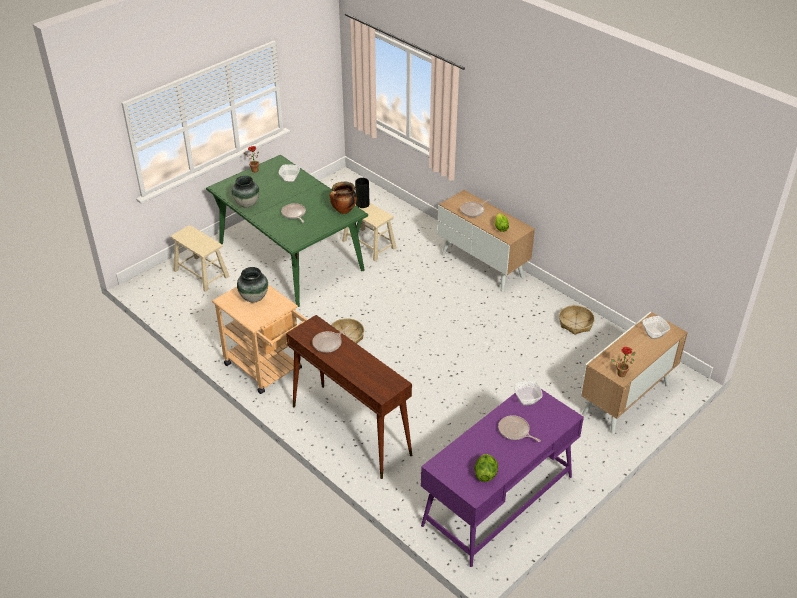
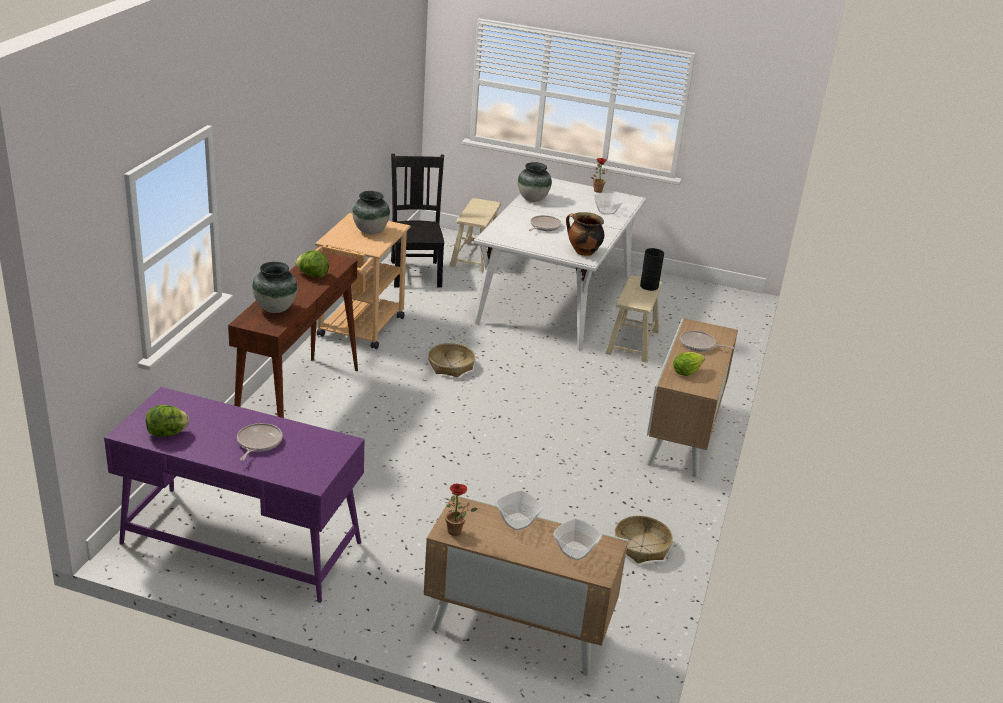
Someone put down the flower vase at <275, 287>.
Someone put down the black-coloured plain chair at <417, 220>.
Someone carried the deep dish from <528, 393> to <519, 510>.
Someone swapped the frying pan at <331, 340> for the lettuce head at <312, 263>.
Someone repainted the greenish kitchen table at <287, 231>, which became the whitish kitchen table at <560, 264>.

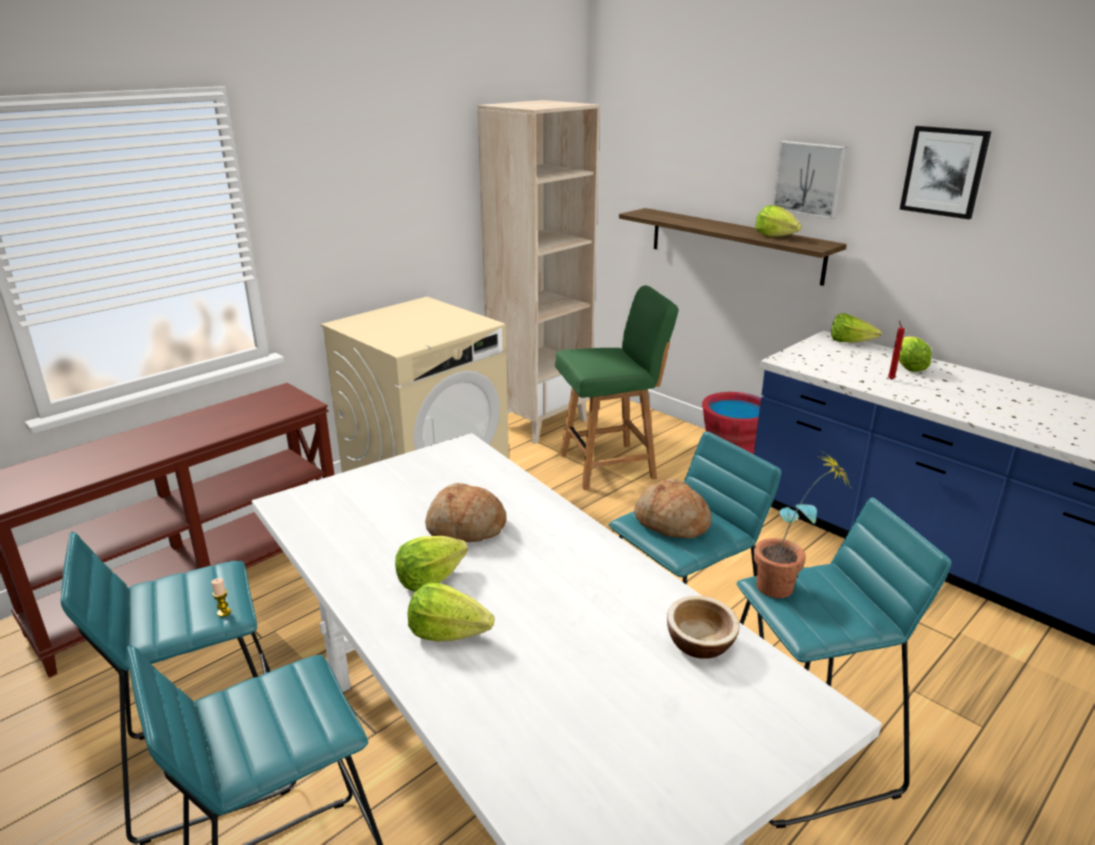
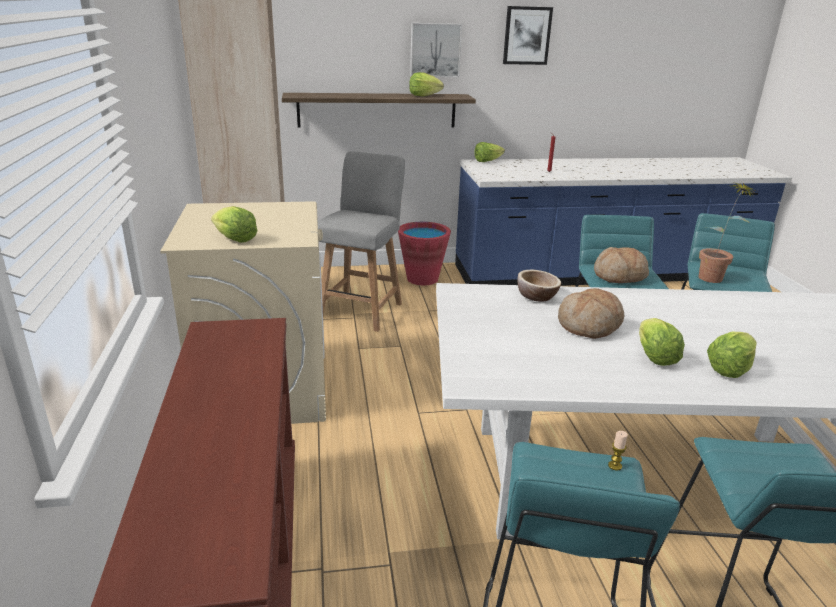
Someone carried the deep dish from <703, 627> to <539, 286>.
Someone carried the lettuce head from <915, 354> to <234, 224>.
Someone repainted the greenish plain chair at <617, 387>, which became the greyish plain chair at <361, 242>.

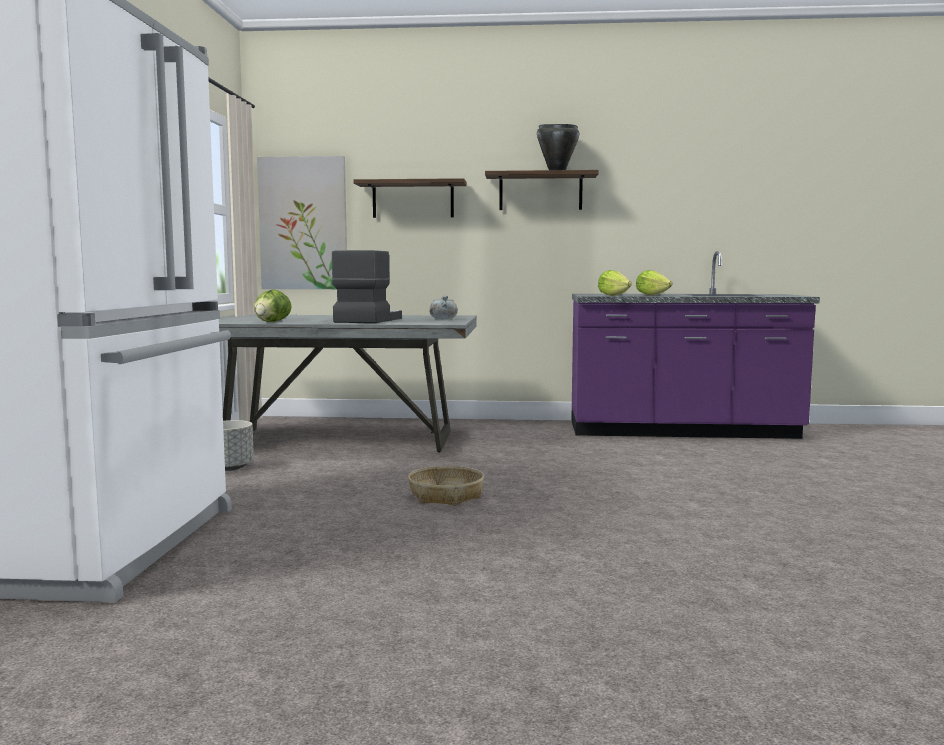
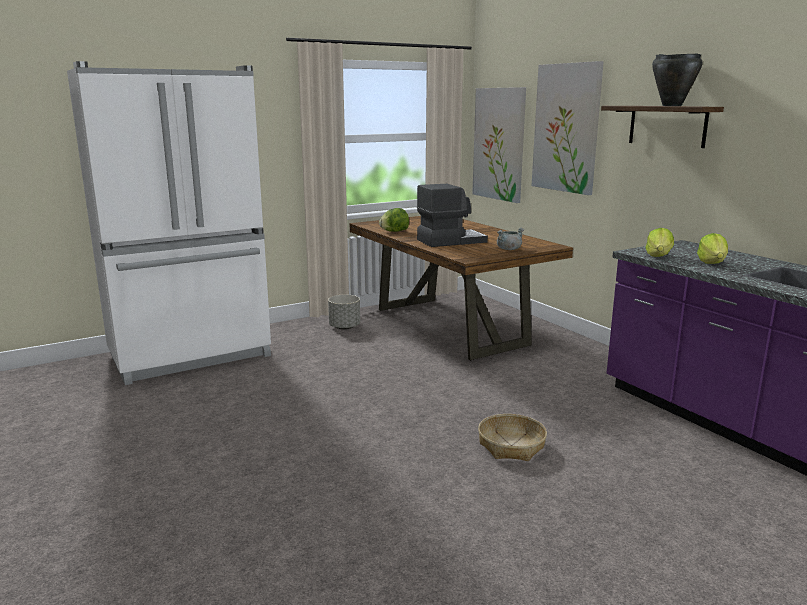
Someone carried the basket from <446, 486> to <512, 437>.
Someone swapped the bracket shelf at <410, 198> for the wall art at <568, 128>.
Someone repainted the greyish kitchen table at <348, 384>, which became the brownish kitchen table at <461, 288>.

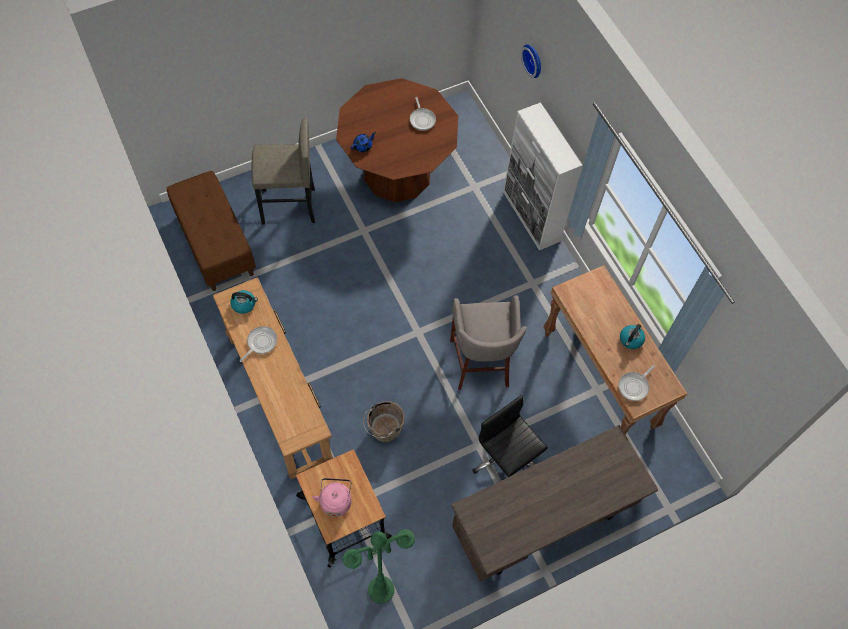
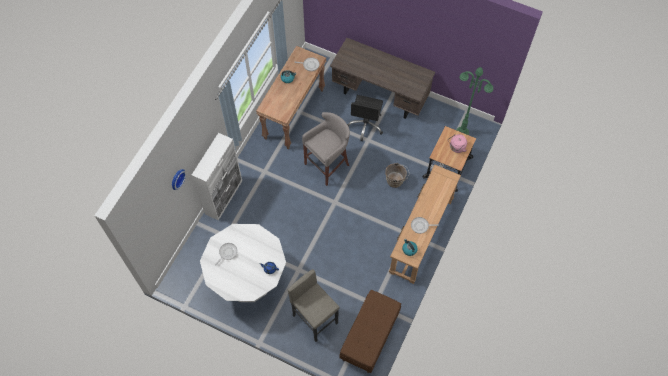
Someone repainted the brownish kitchen table at <397, 140>, which became the whitish kitchen table at <243, 263>.

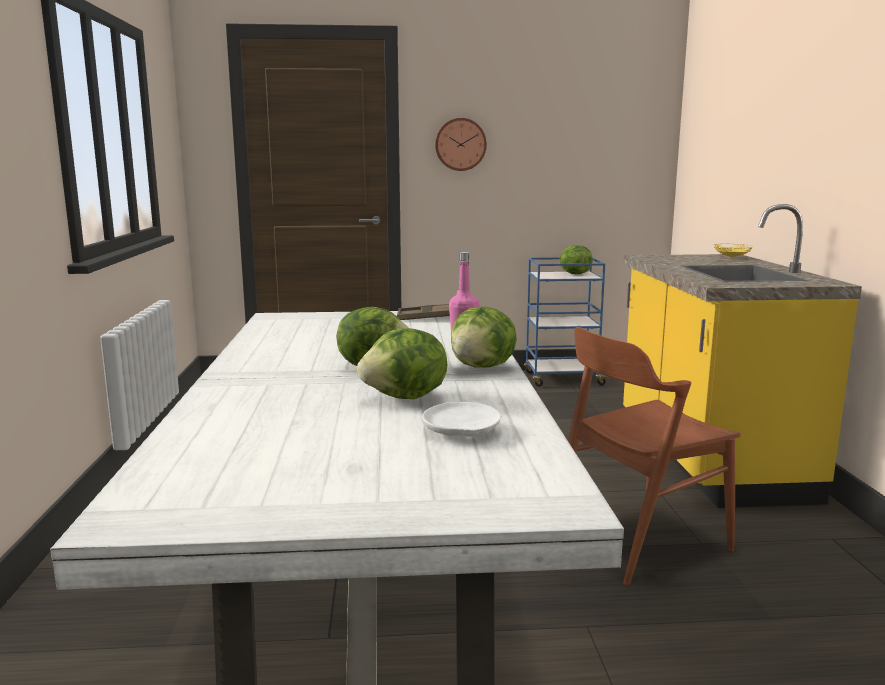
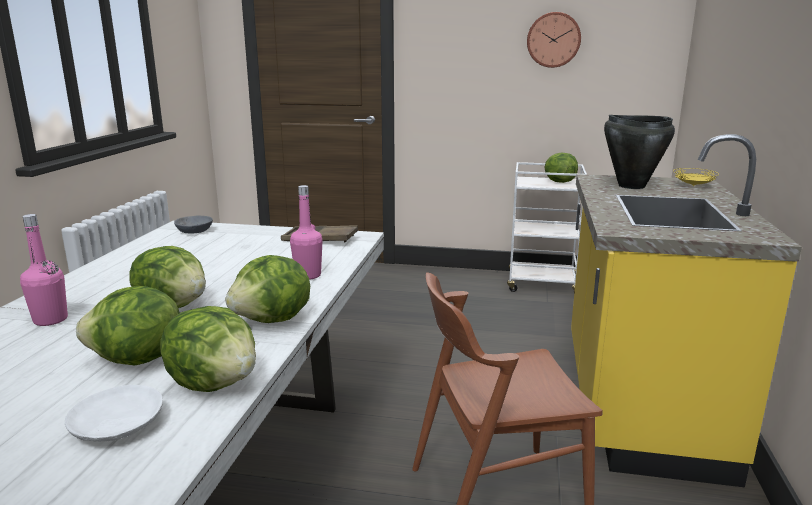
Someone put down the pink-coloured drink bottle at <44, 270>.
Someone put down the lettuce head at <208, 349>.
Someone put down the greyish deep dish at <193, 224>.
Someone put down the black-coloured cooking pot at <639, 152>.
Someone carried the hanging clock from <461, 144> to <554, 40>.
Someone repainted the blue-coloured trolley at <566, 322>, which became the whitish trolley at <547, 227>.

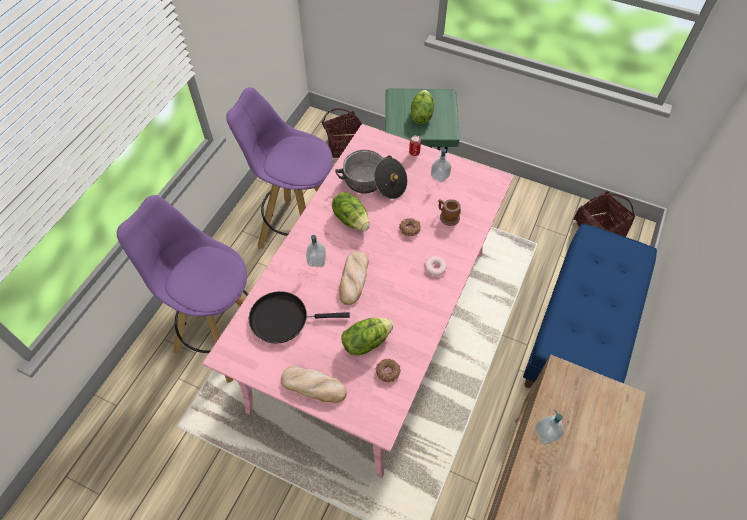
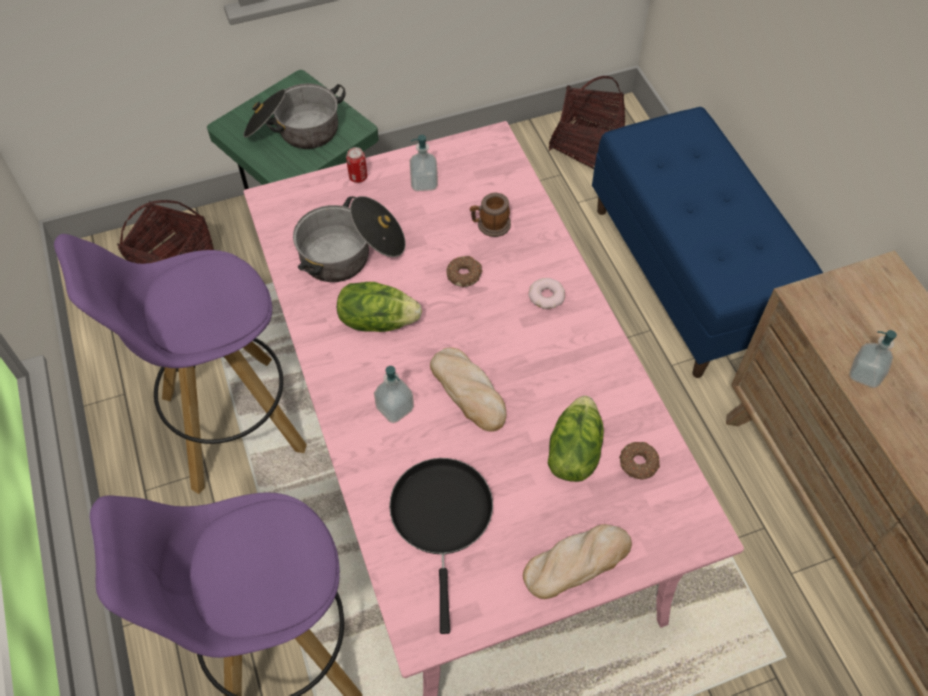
Someone swapped the lettuce head at <422, 107> for the cooking pot at <294, 116>.
Someone rotated the black-coloured frying pan at <299, 317> by 135 degrees clockwise.

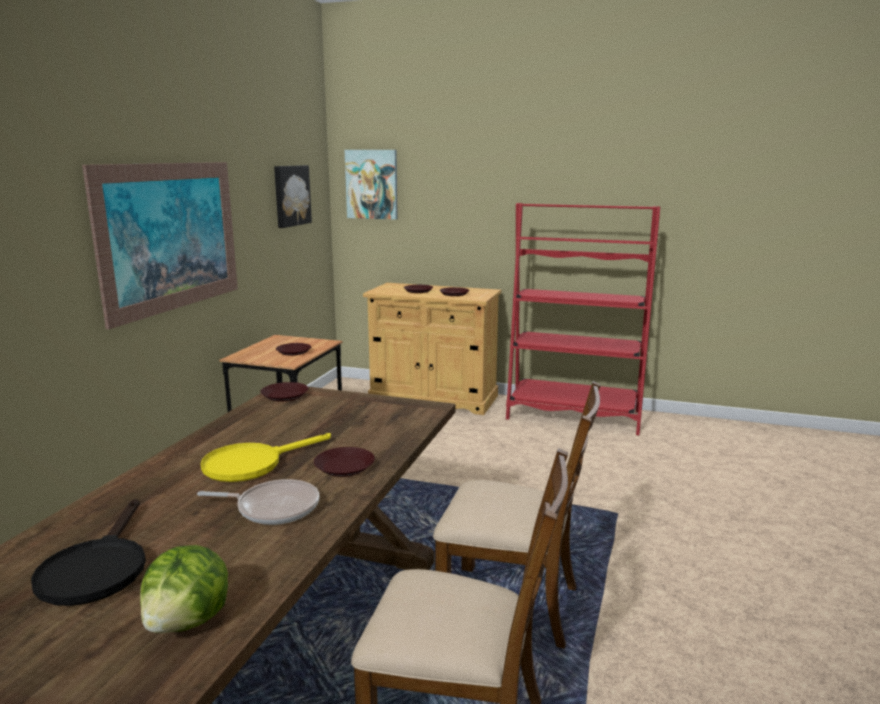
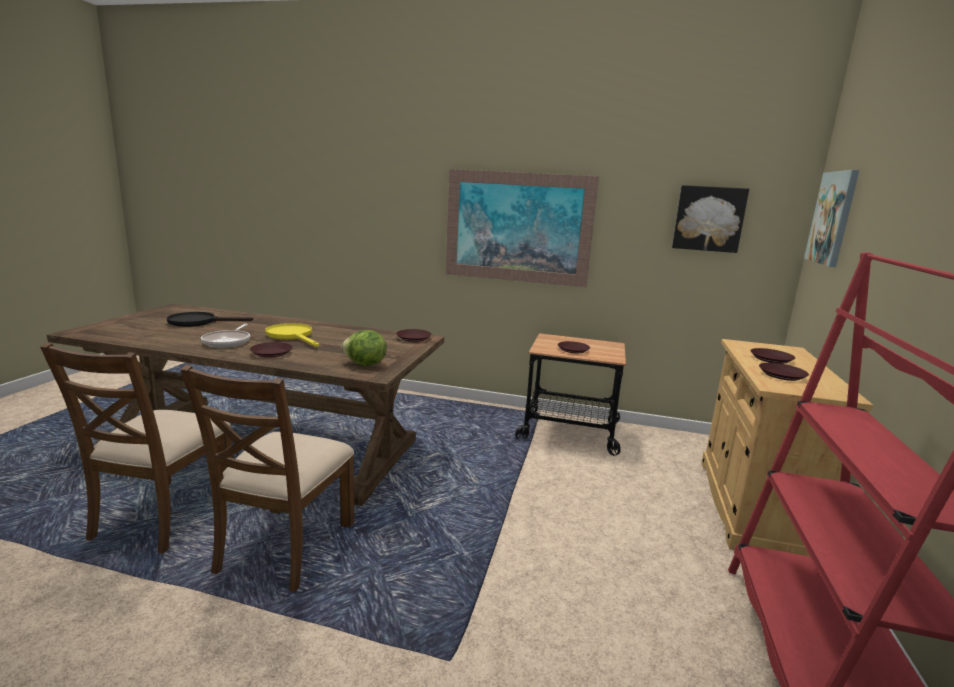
Someone carried the lettuce head from <184, 589> to <364, 348>.

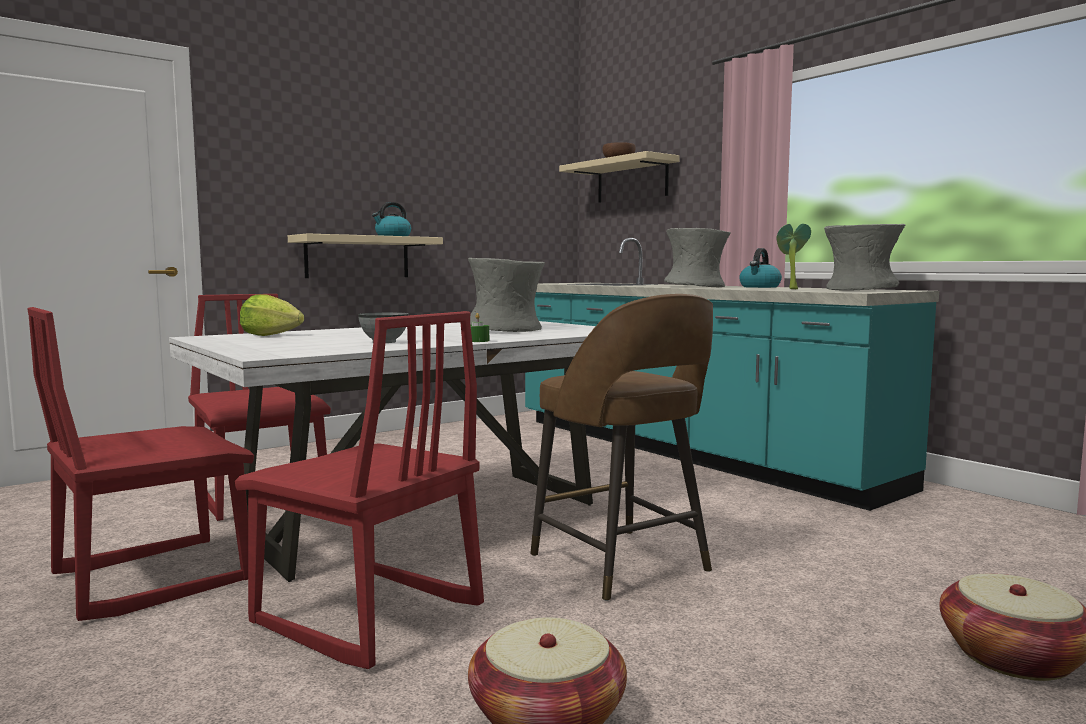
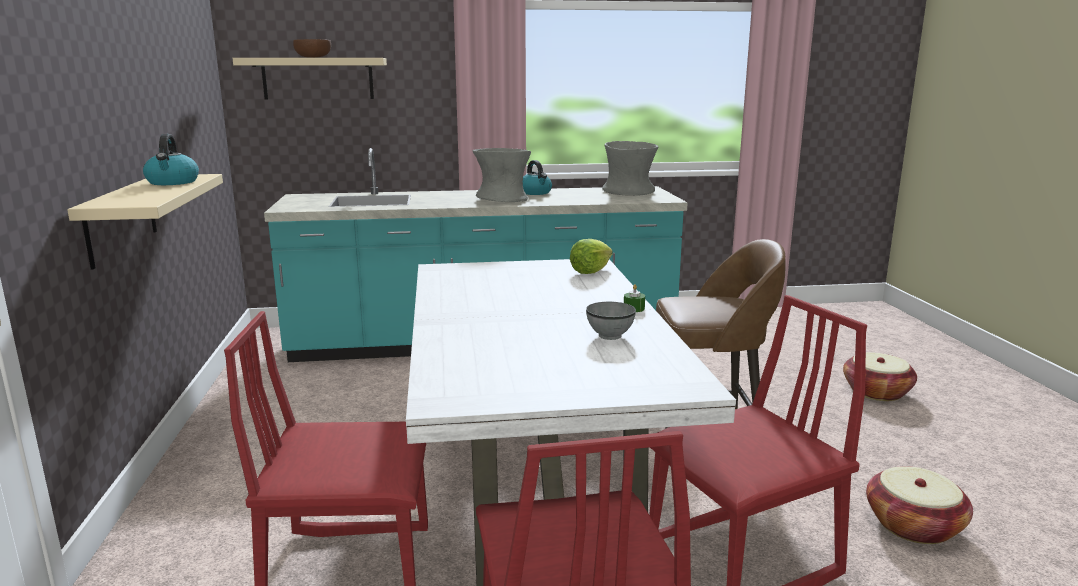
Someone took away the greyish flower vase at <506, 295>.
Someone took away the houseplant at <793, 256>.
Someone carried the lettuce head from <272, 315> to <591, 256>.

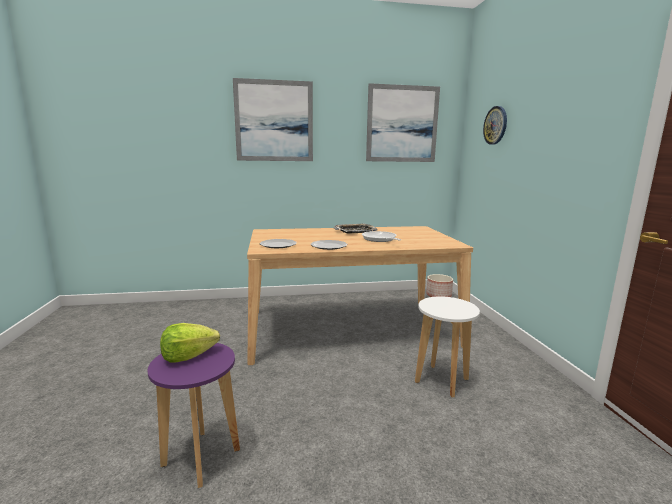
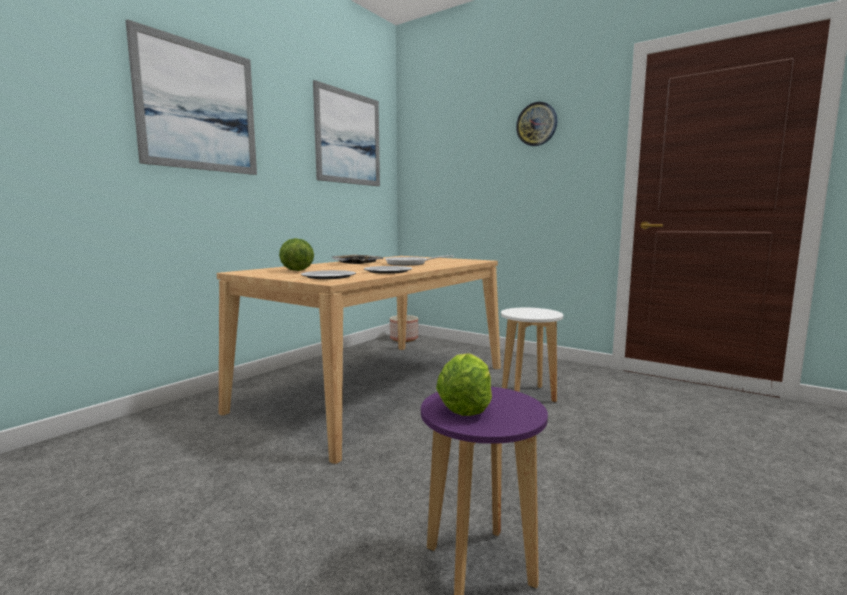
Someone put down the lettuce head at <296, 254>.
Someone carried the hanging clock from <495, 125> to <536, 124>.

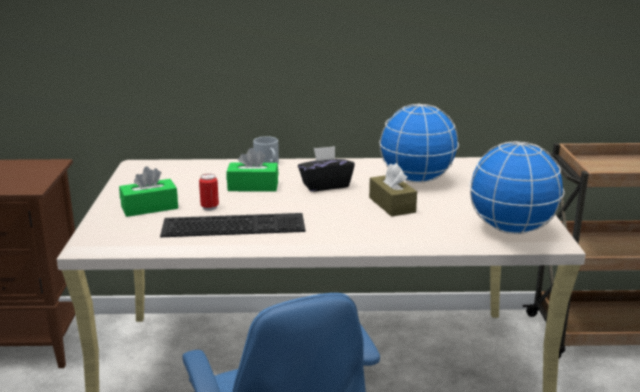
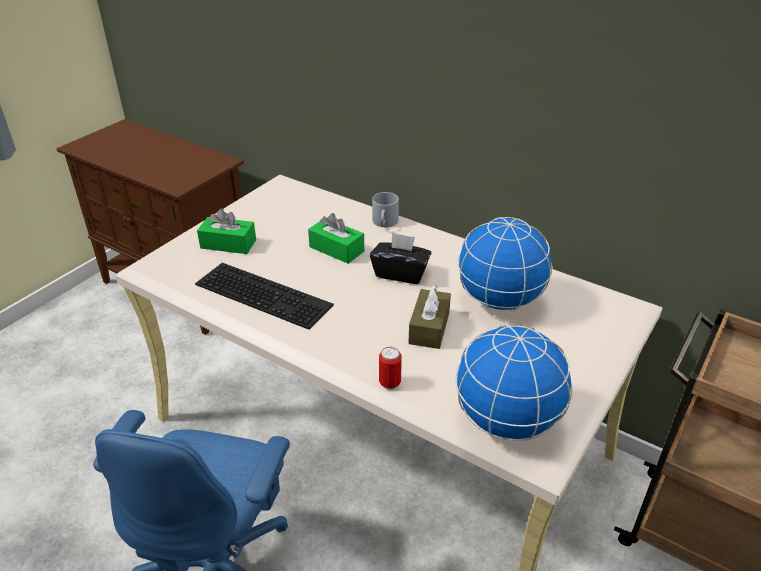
Someone carried the metal can from <209, 192> to <390, 368>.

